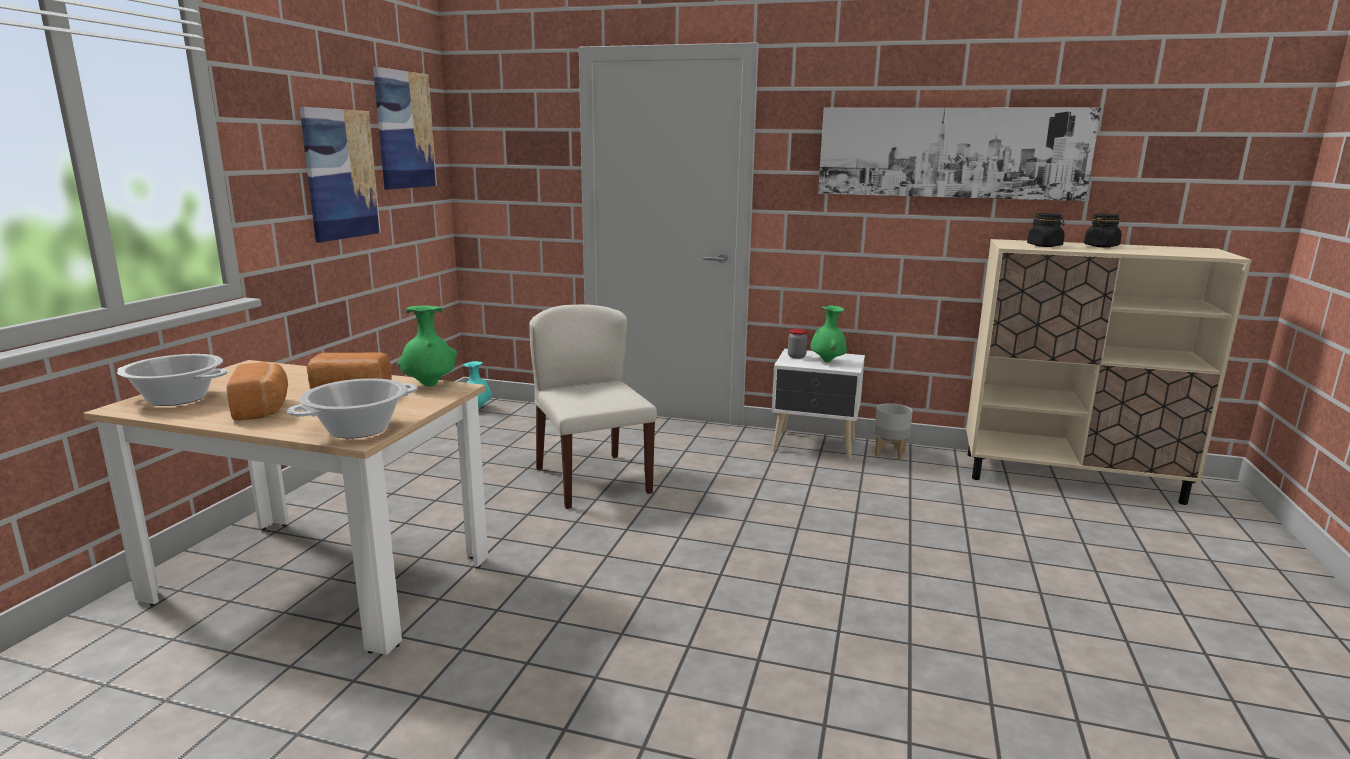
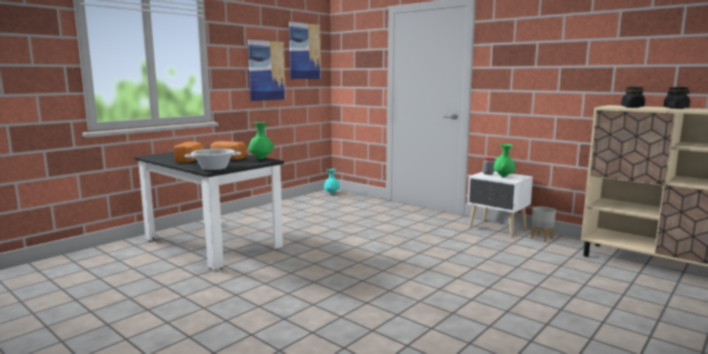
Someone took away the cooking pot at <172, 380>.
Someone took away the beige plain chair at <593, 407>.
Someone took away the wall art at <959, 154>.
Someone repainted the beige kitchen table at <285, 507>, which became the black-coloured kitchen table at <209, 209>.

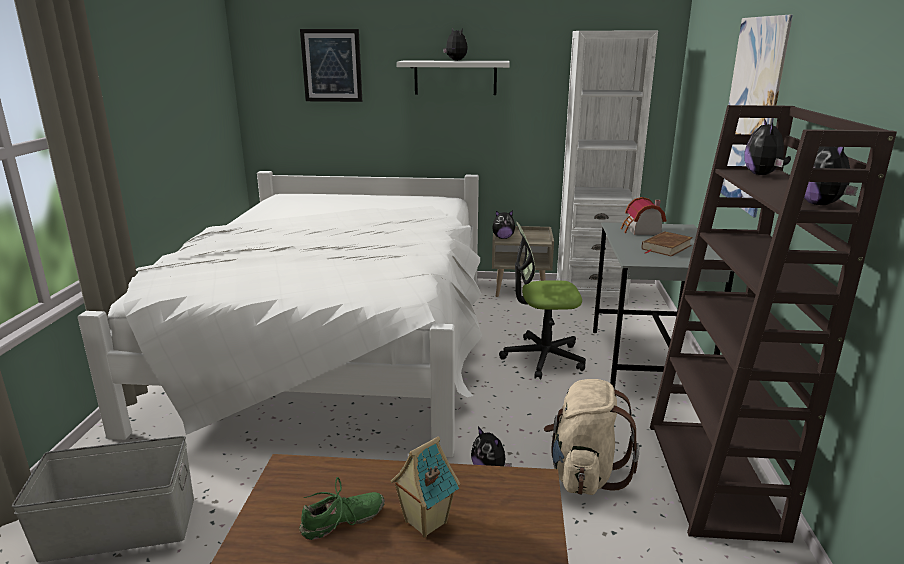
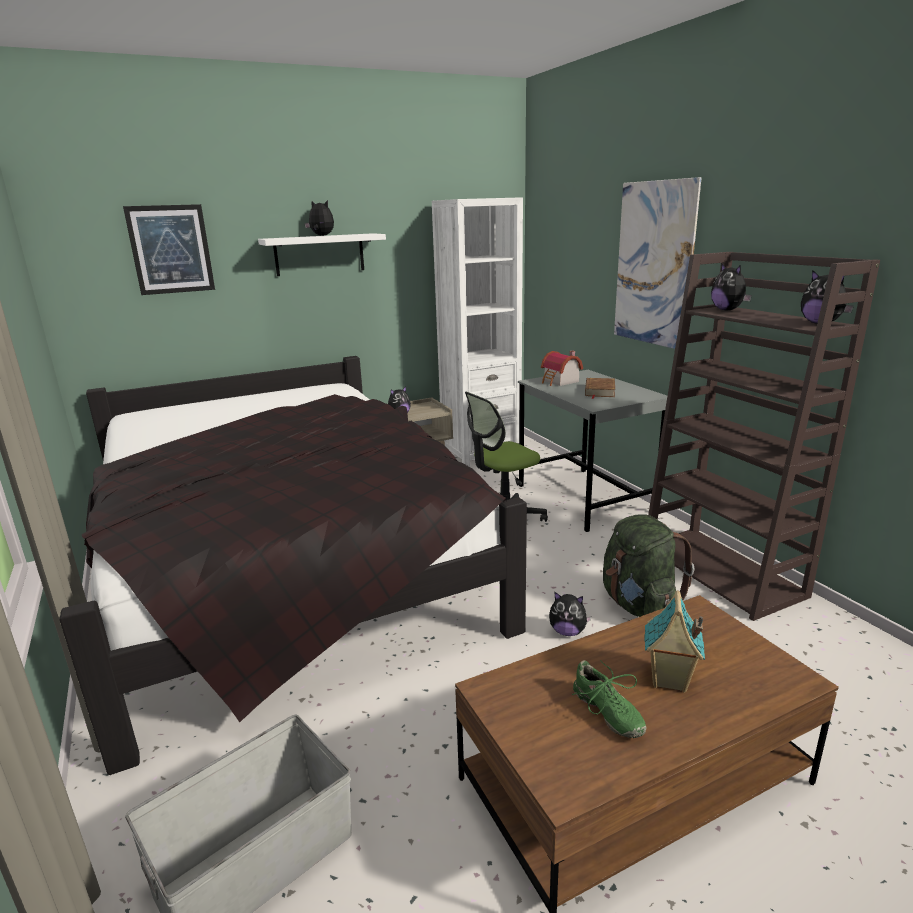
Someone repainted the whitish bedroom bed at <280, 314>, which became the black-coloured bedroom bed at <293, 565>.
Someone repainted the beige rucksack at <592, 437>, which became the greenish rucksack at <648, 565>.
Someone rotated the greenish item of footwear at <342, 508> by 120 degrees clockwise.

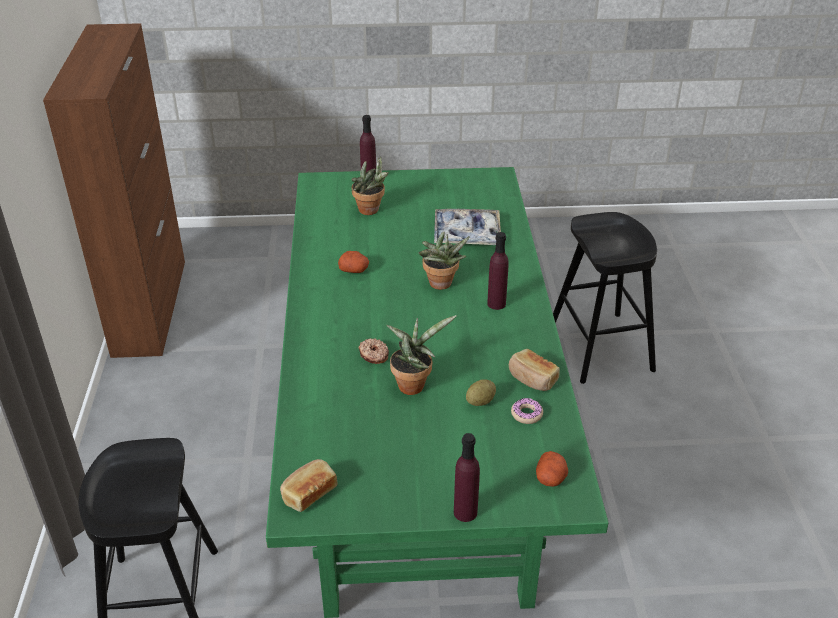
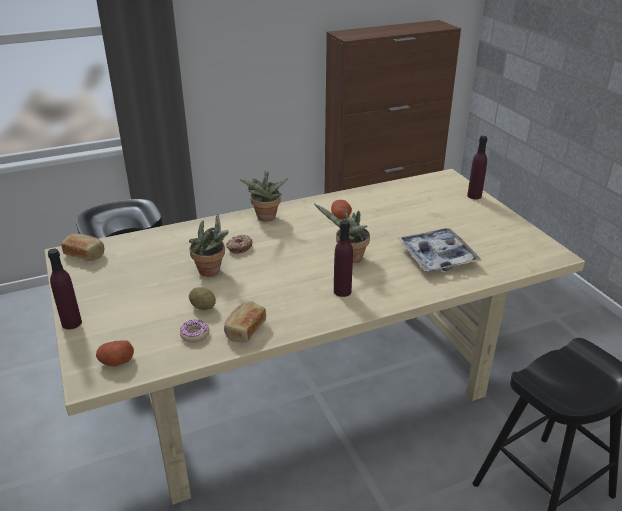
Someone carried the houseplant from <370, 185> to <264, 196>.
Someone repainted the greenish kitchen table at <437, 392>, which became the beige kitchen table at <314, 337>.

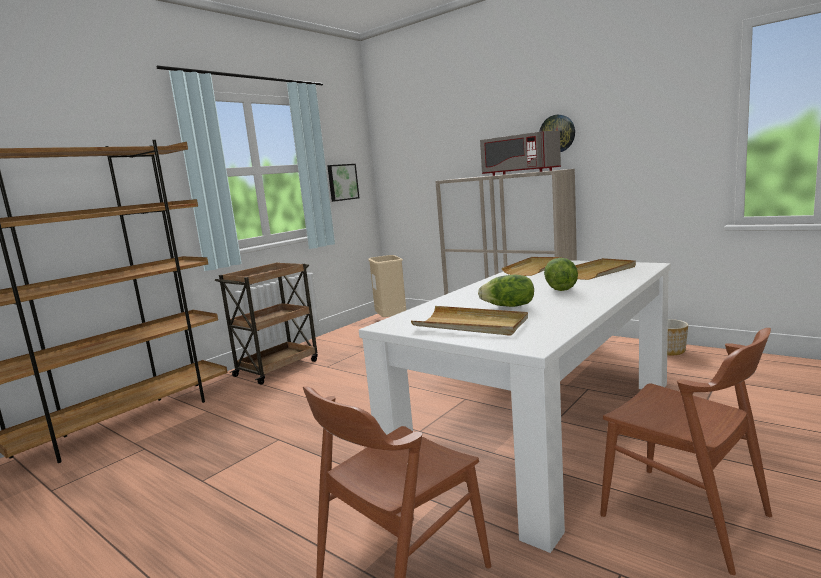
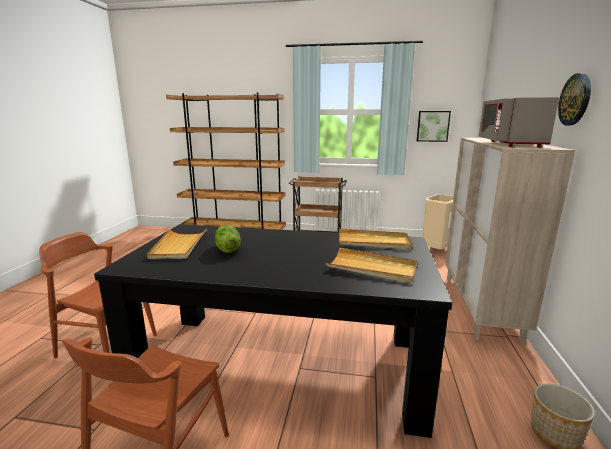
Someone took away the lettuce head at <561, 274>.
Someone repainted the whitish kitchen table at <515, 406>, which became the black-coloured kitchen table at <273, 331>.

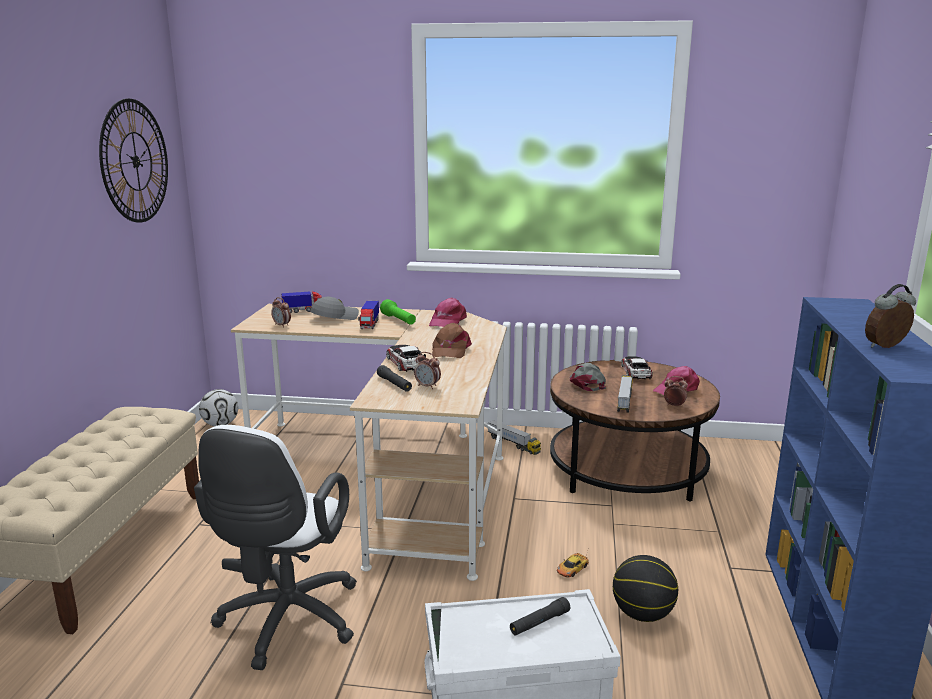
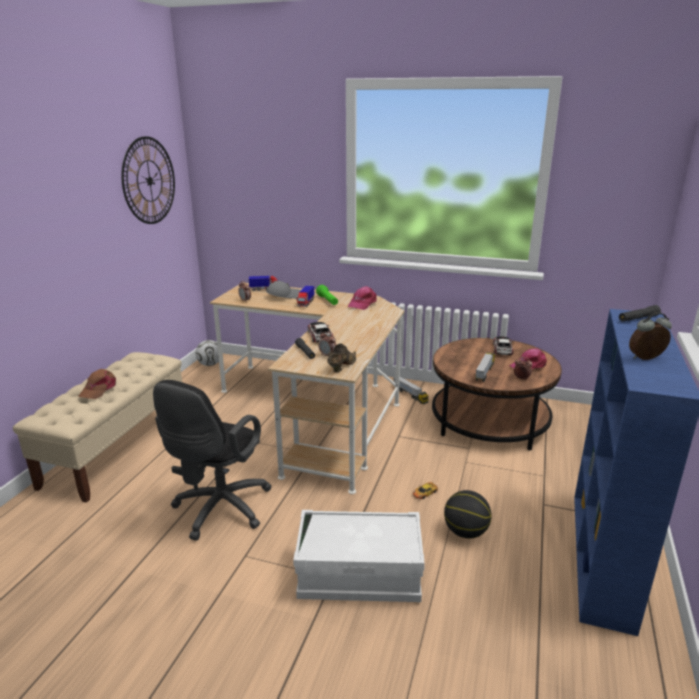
Someone took away the greyish cap at <588, 377>.
Someone put down the brownish item of footwear at <341, 358>.
Someone carried the brownish cap from <452, 340> to <97, 384>.
Someone carried the black-coloured torch from <540, 616> to <640, 313>.
Someone repainted the whitish computer chair at <275, 547>, which became the black-coloured computer chair at <212, 460>.

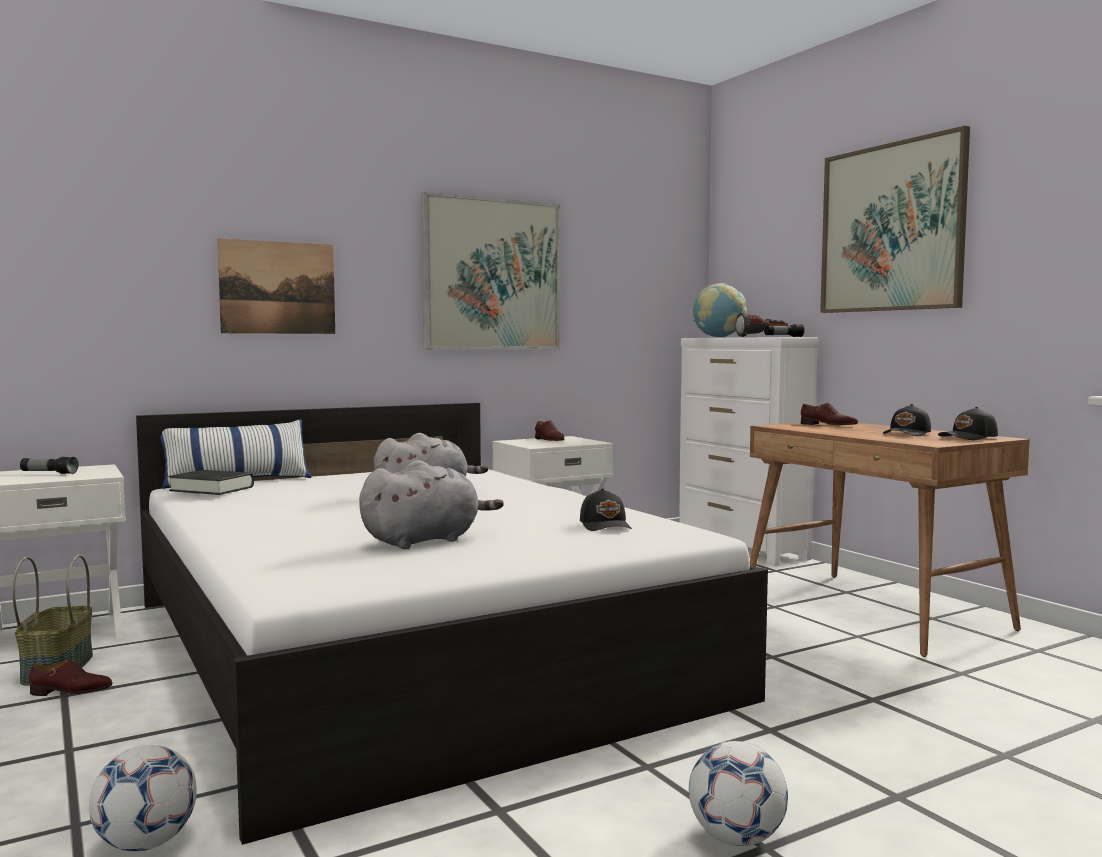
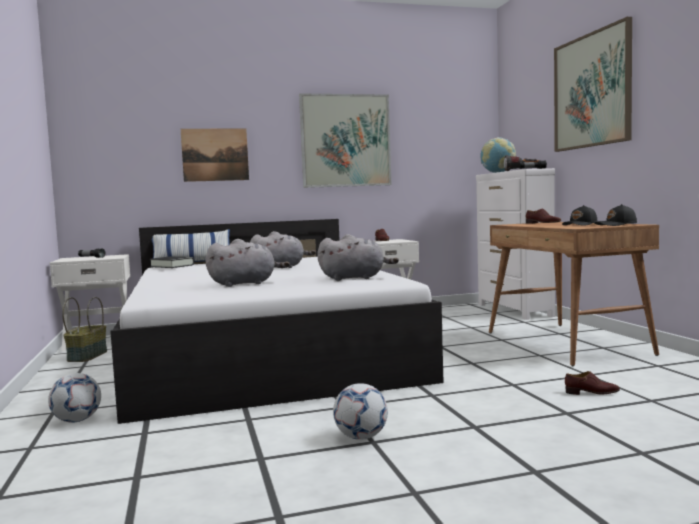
Someone carried the brownish item of footwear from <70, 678> to <592, 383>.
Someone swapped the black-coloured cap at <606, 509> for the greyish cuddly toy at <358, 257>.

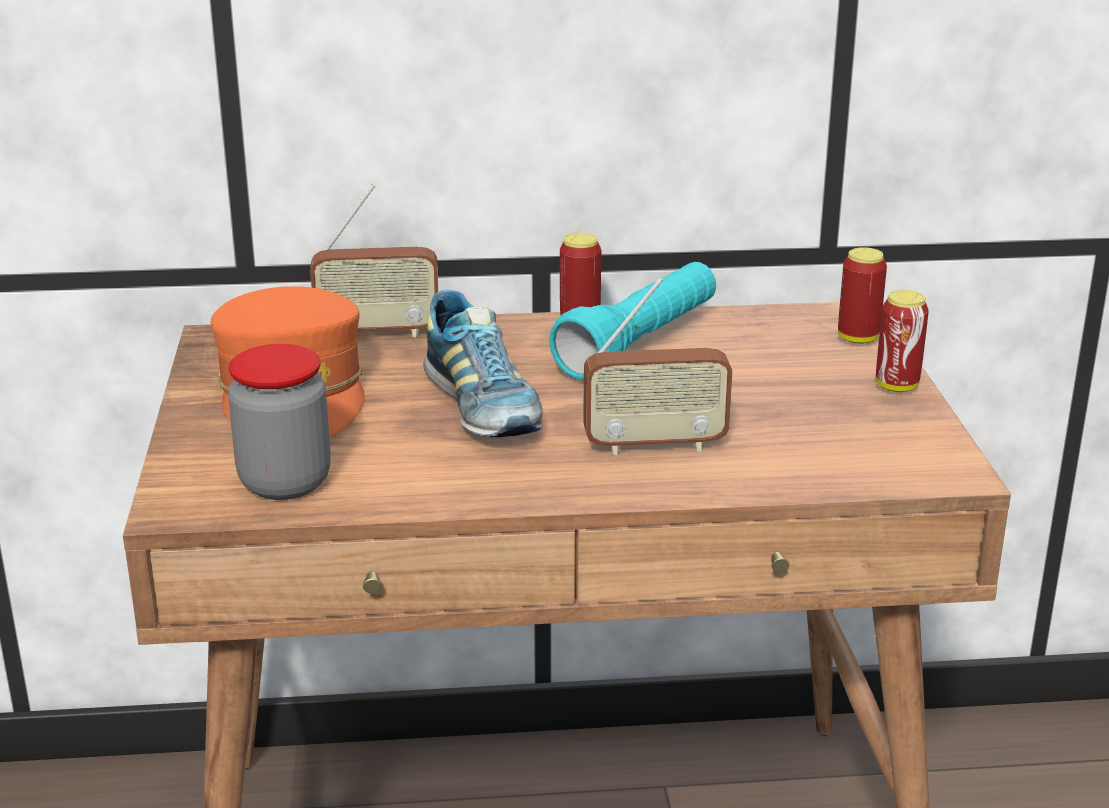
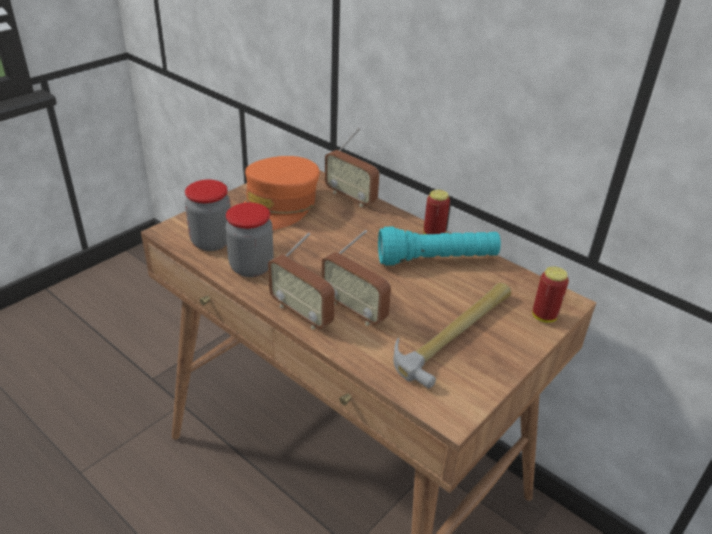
Someone took away the item of footwear at <483, 363>.
Someone took away the metal can at <902, 341>.
Someone put down the jar at <249, 239>.
Someone put down the radio set at <301, 281>.
Someone put down the hammer at <452, 335>.

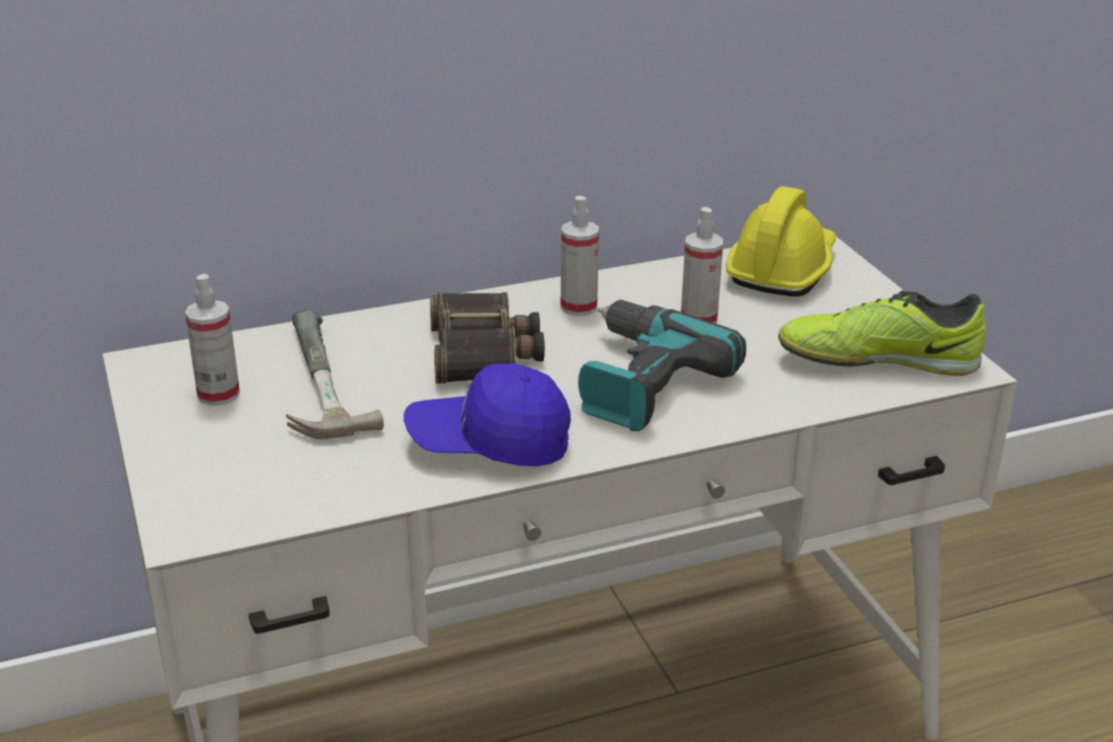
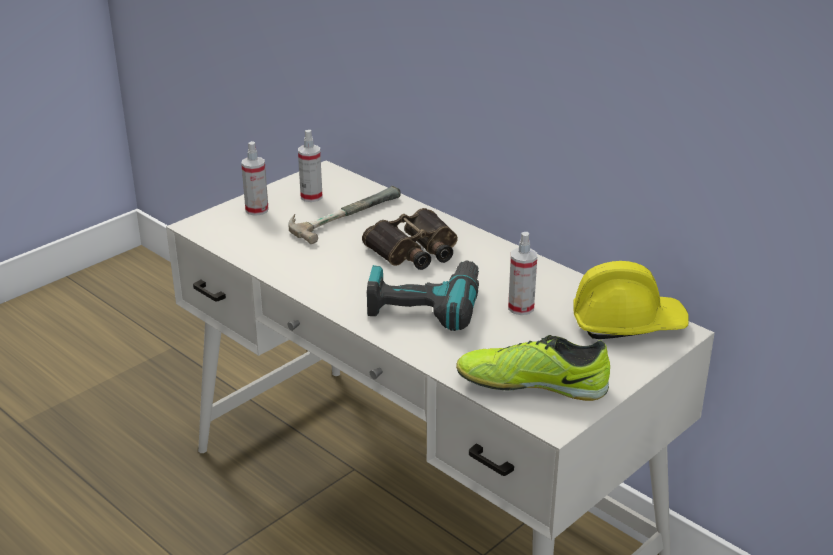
Someone took away the blue-coloured cap at <487, 414>.
Someone carried the hand sprayer from <580, 256> to <255, 178>.
Someone rotated the item of footwear at <882, 333> by 60 degrees counterclockwise.

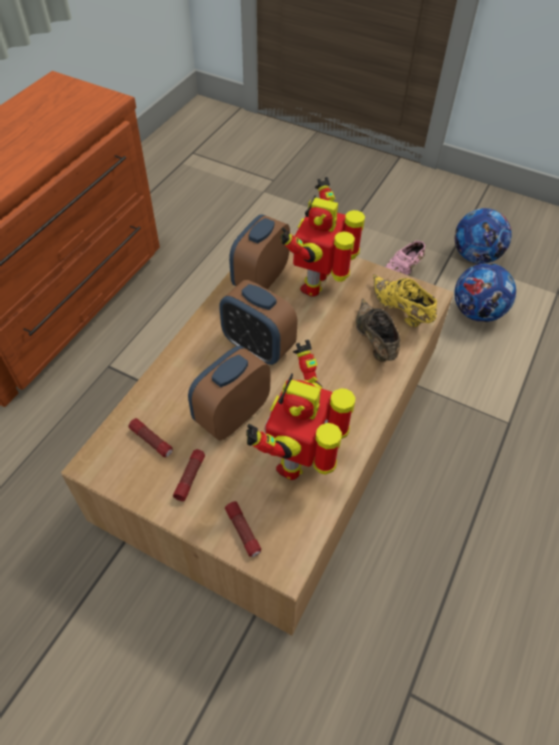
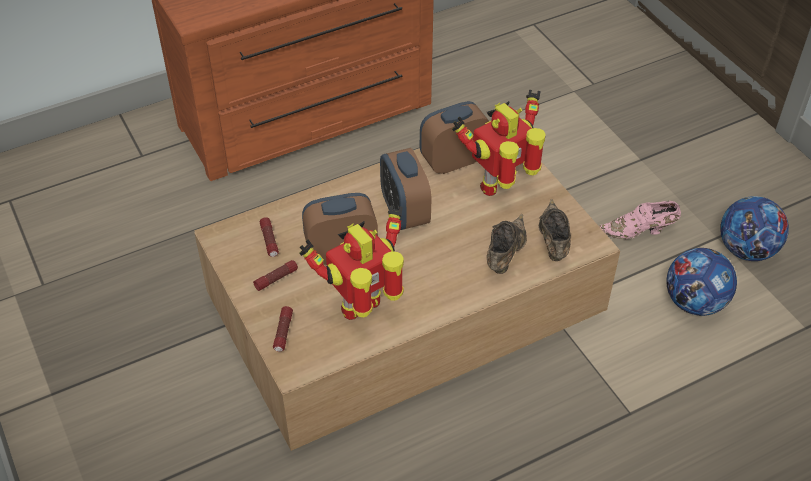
Someone repainted the yellow-coloured item of footwear at <405, 300>, which became the brownish item of footwear at <555, 230>.

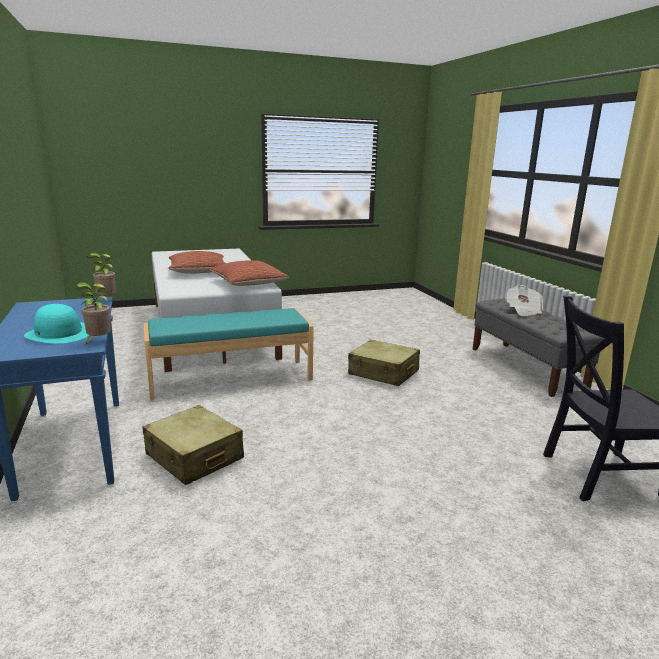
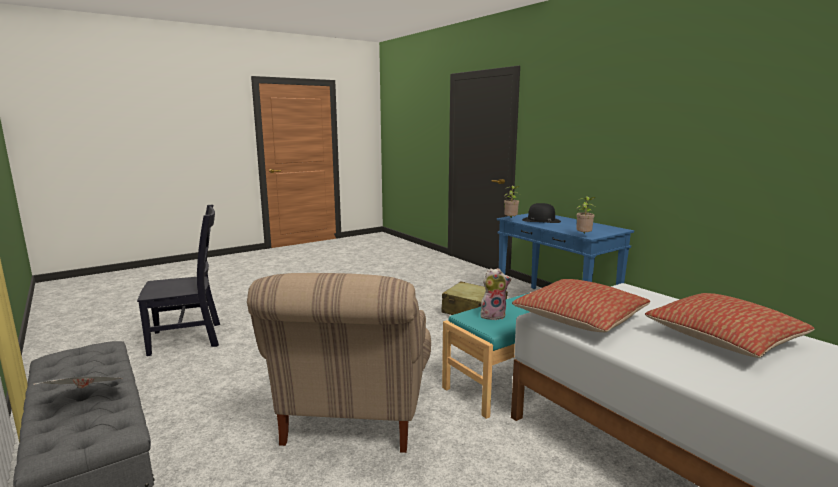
Someone put down the cuddly toy at <495, 294>.
Someone swapped the beige piece of luggage at <384, 363> for the beige lounge chair at <339, 363>.
Someone repainted the blue-green hat at <56, 323>, which became the black-coloured hat at <541, 213>.

